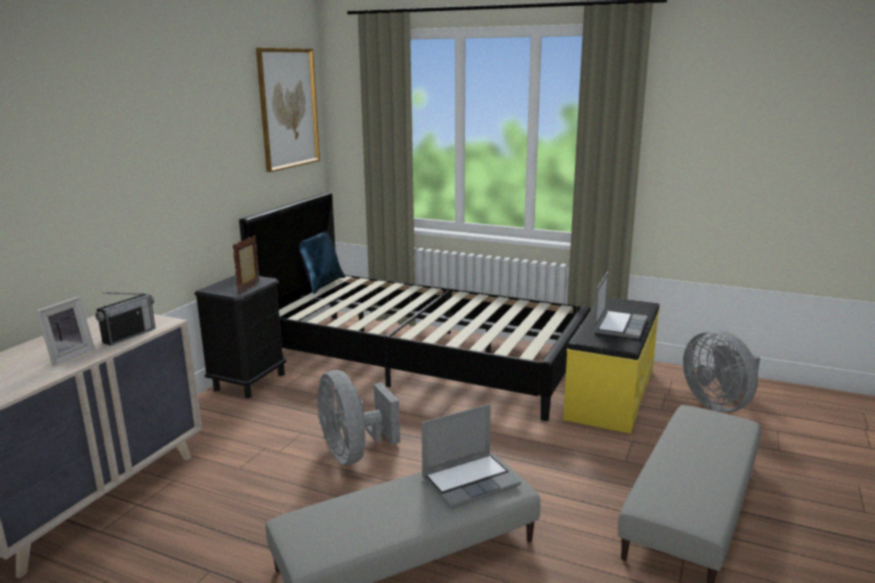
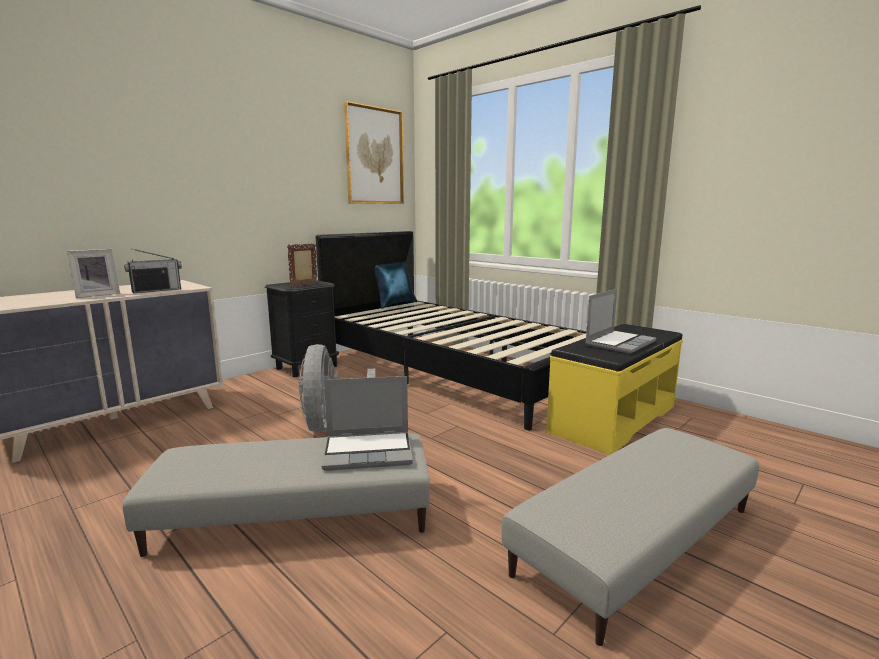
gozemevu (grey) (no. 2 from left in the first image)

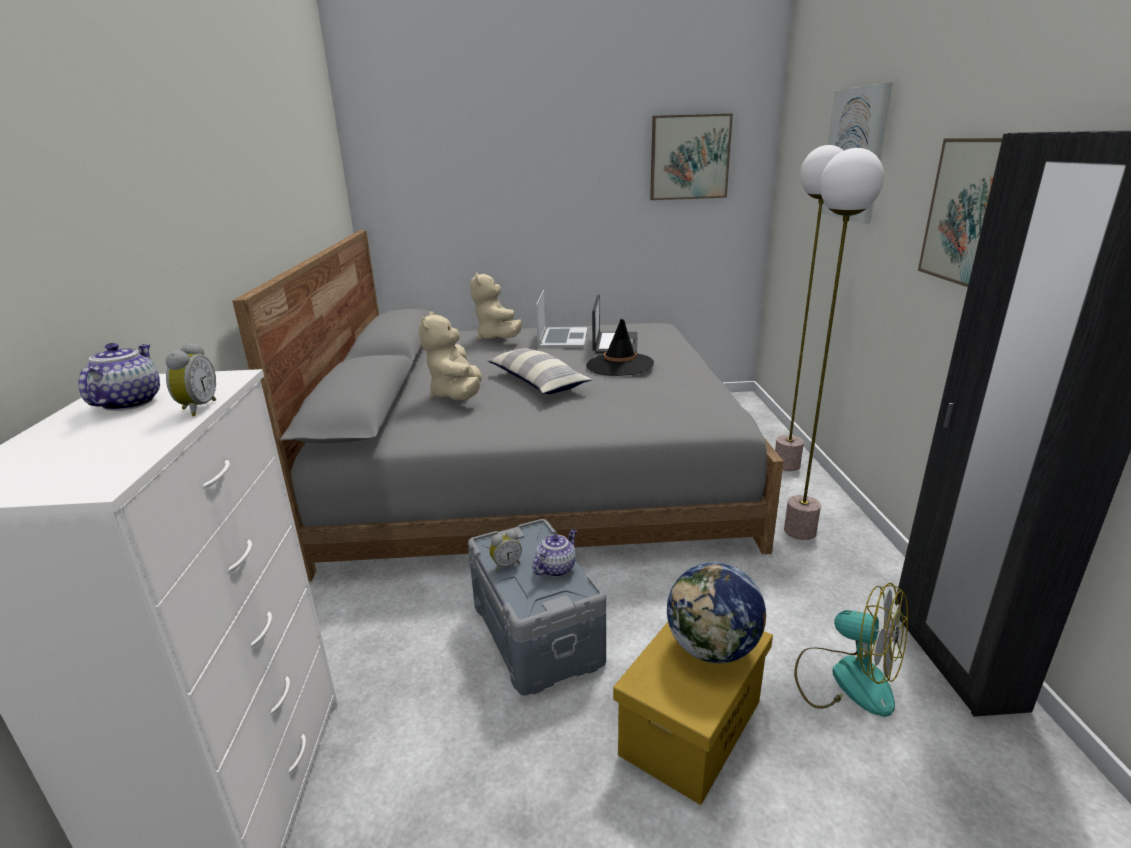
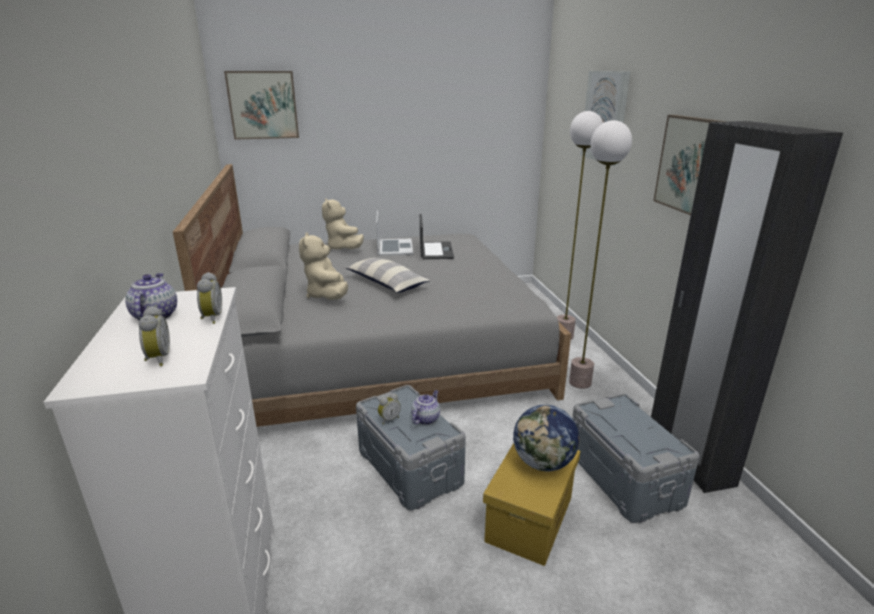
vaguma (no. 1 from left)
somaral (no. 1 from left)
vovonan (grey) (no. 2 from left)
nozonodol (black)

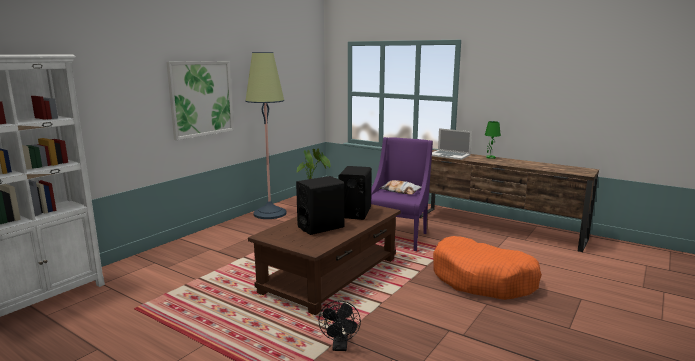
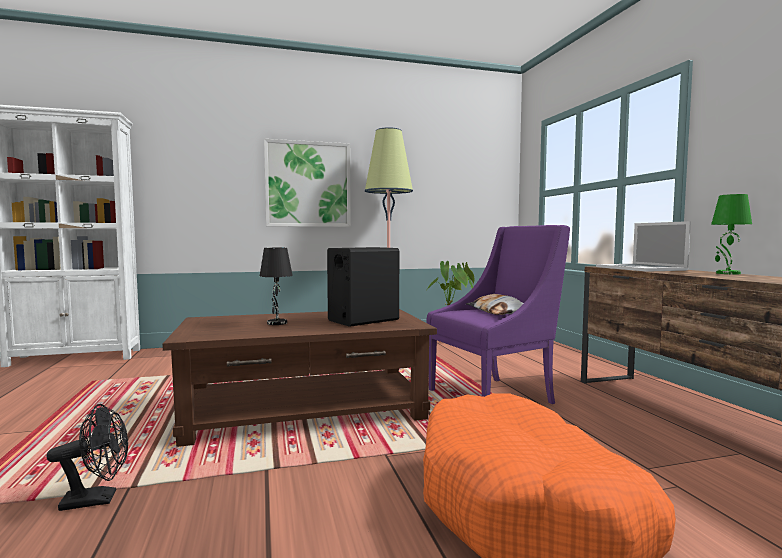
gozemevu (black)
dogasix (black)

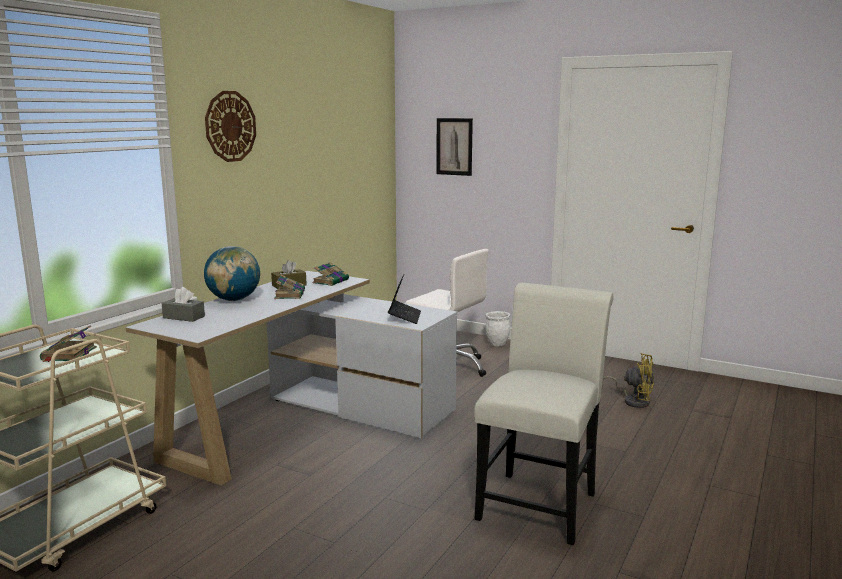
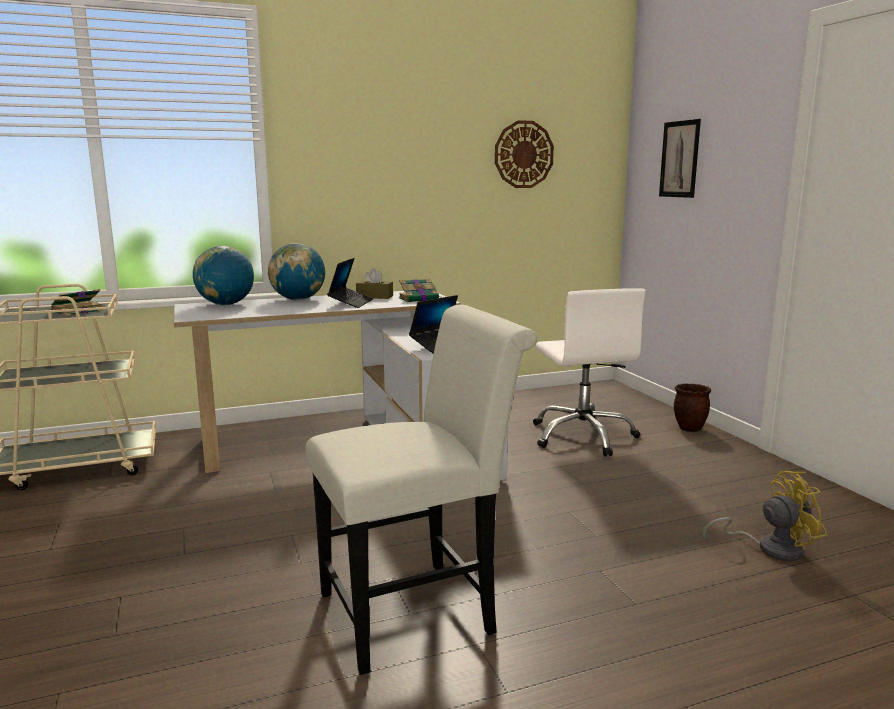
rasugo (no. 1 from left)
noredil (no. 1 from left)
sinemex
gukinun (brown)
gozemevu (yellow)

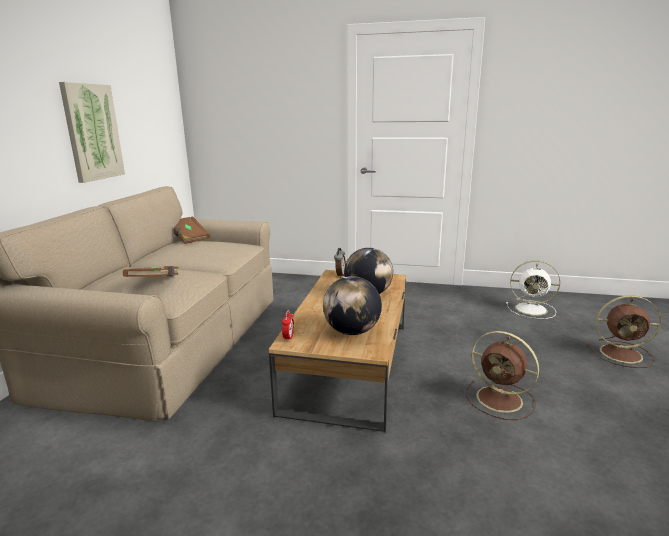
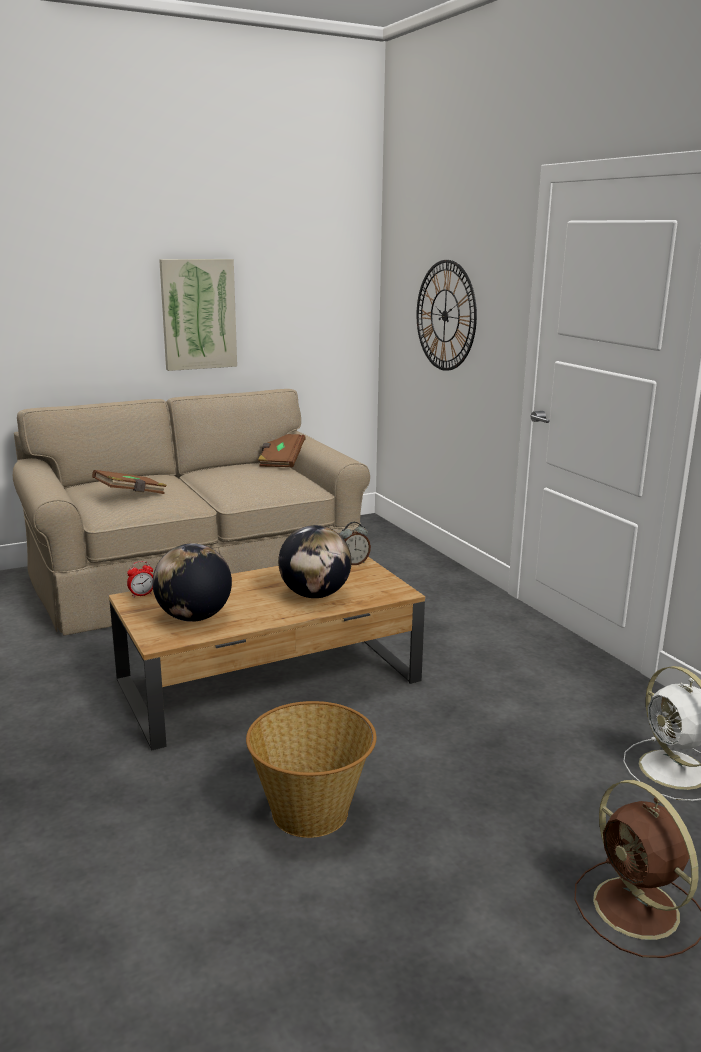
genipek
sinemex

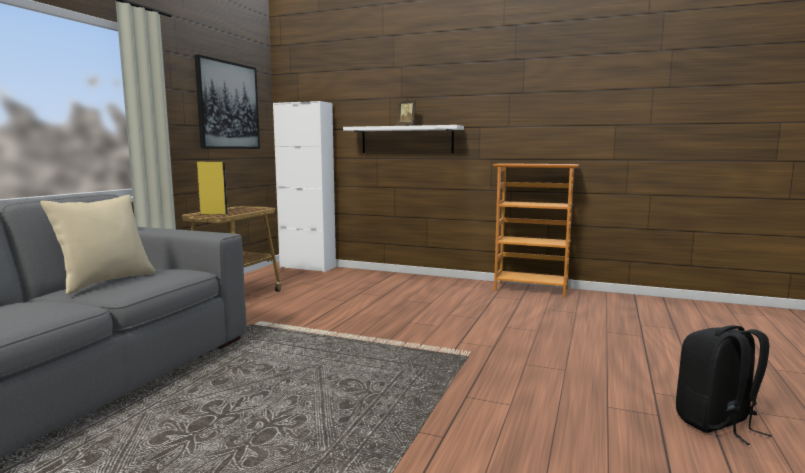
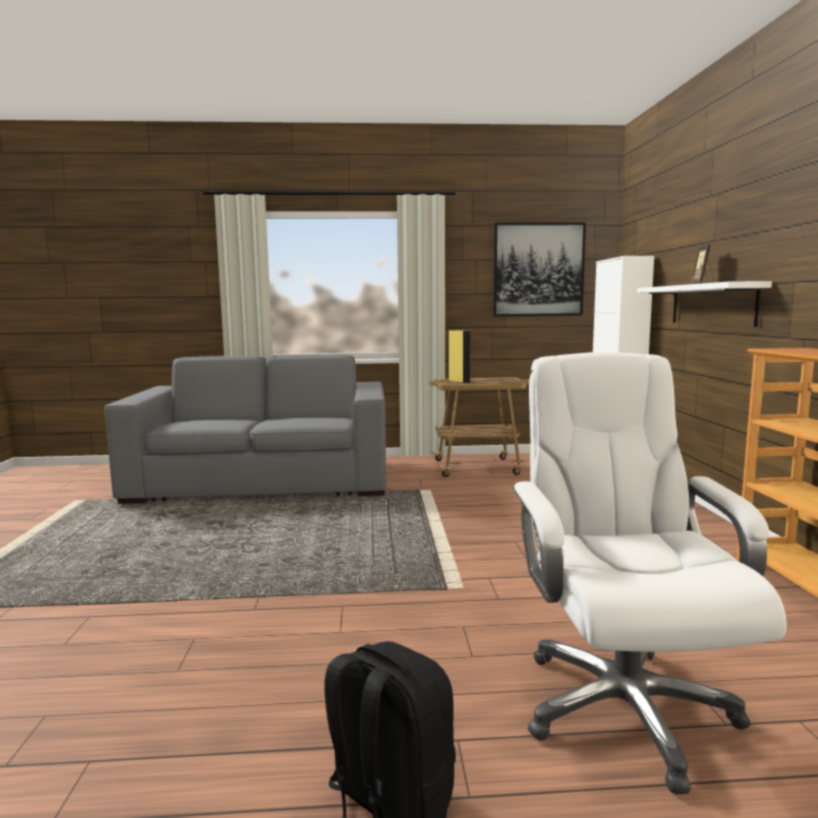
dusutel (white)
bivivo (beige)

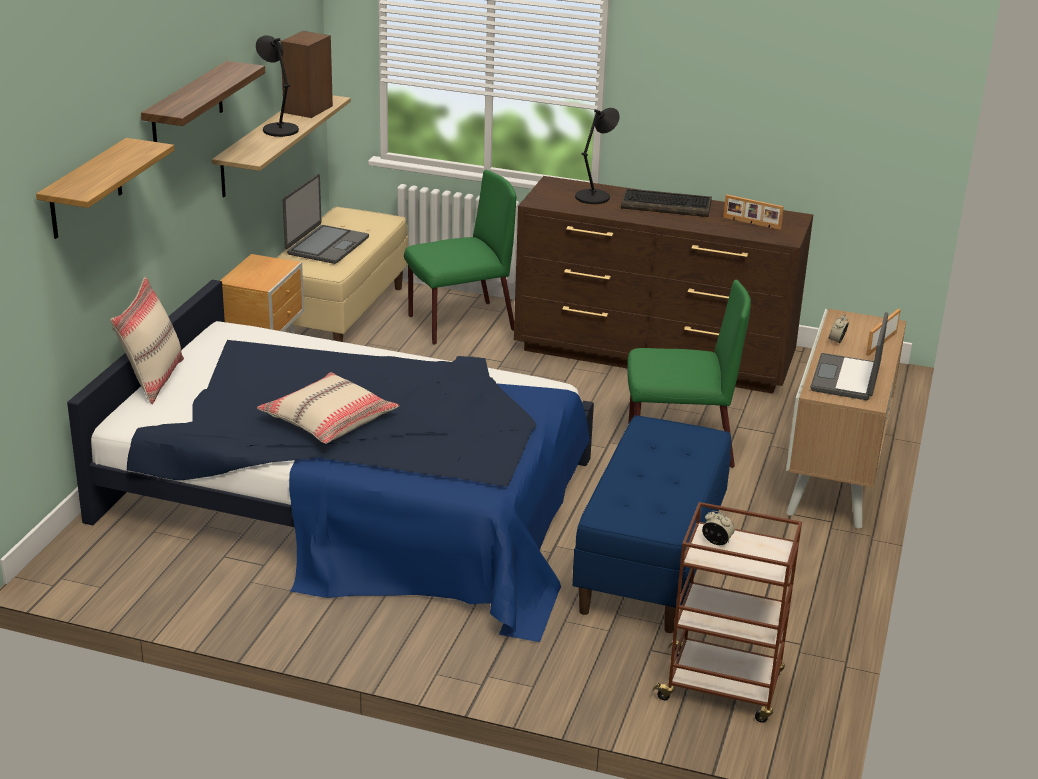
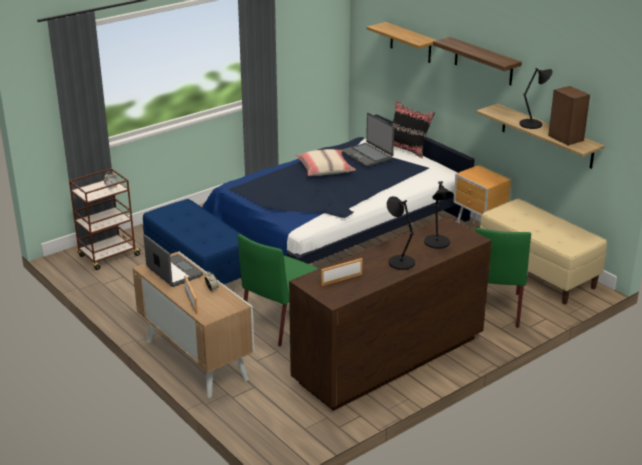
noredil (no. 2 from left)
dogasix (black) (no. 1 from left)
bivivo (black)

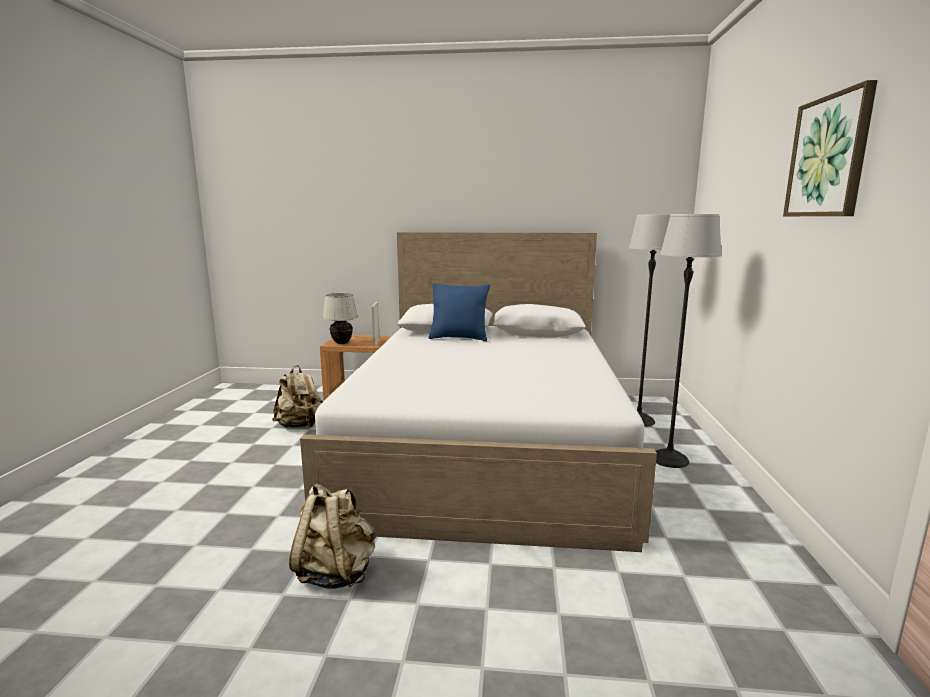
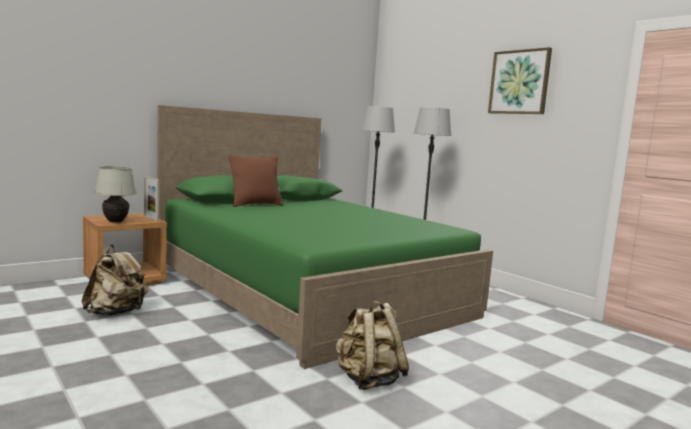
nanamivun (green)
bivivo (brown)

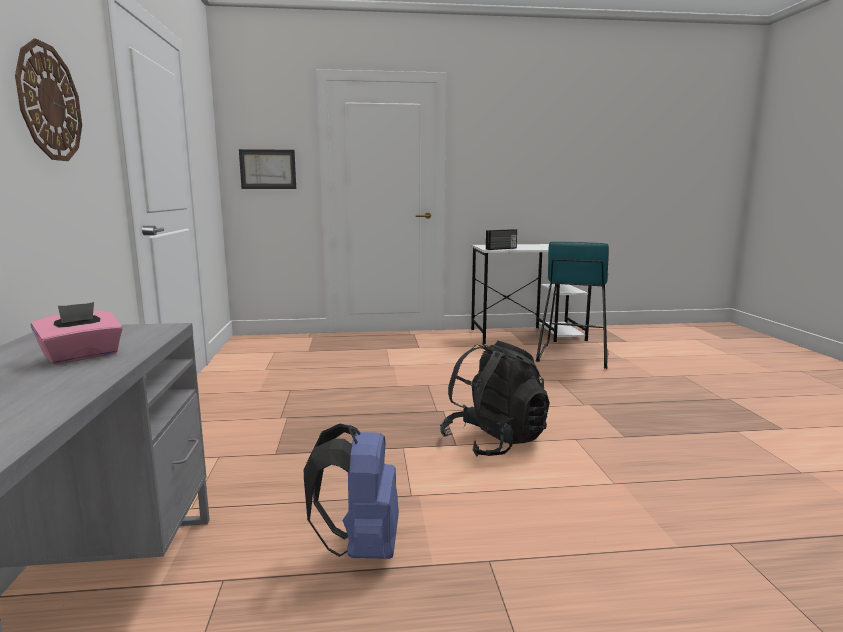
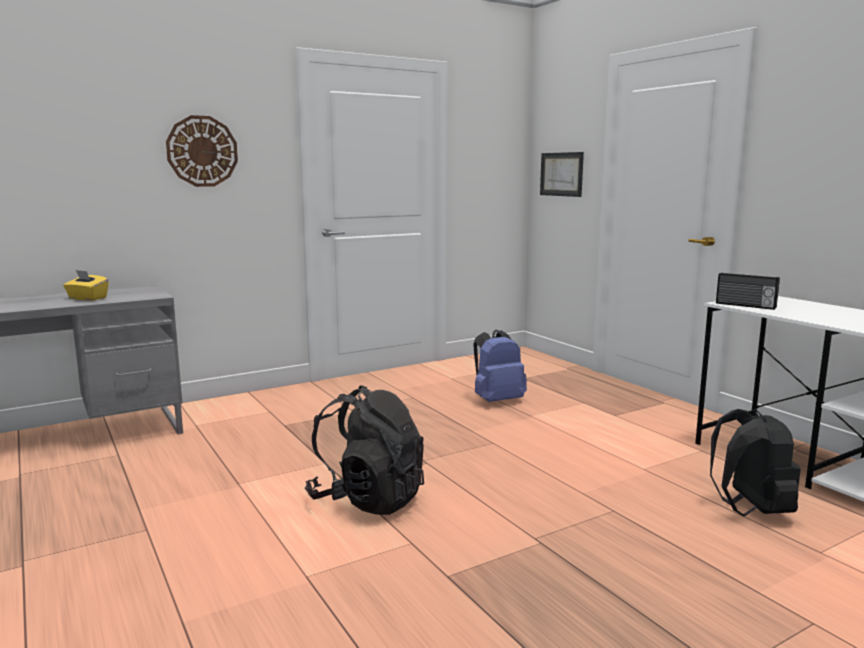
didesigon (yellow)
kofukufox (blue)
kofukufox (black) (no. 2 from left)

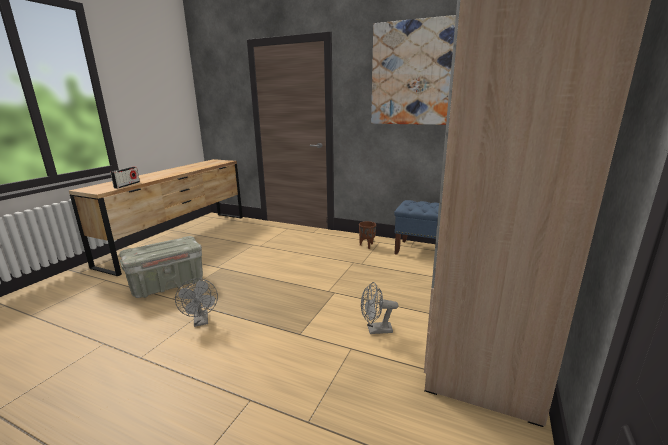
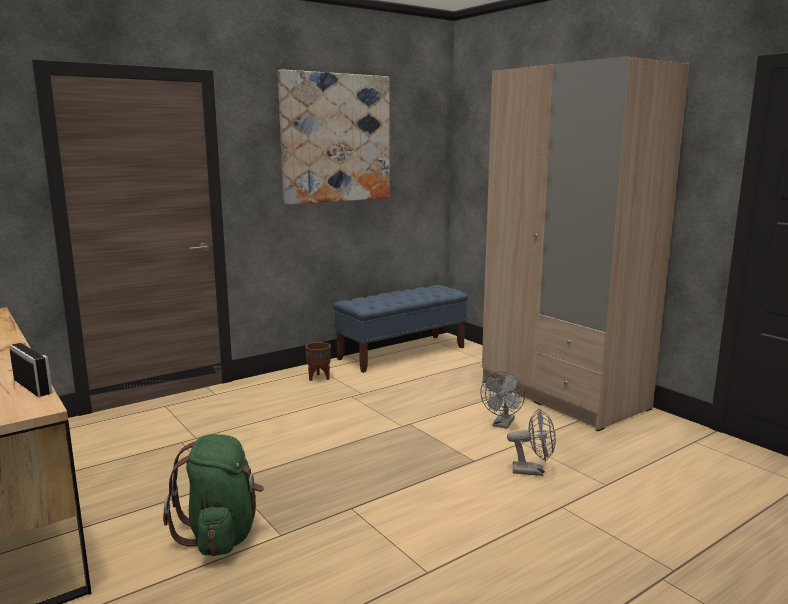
kofukufox (green)
gozemevu (grey) (no. 2 from left)

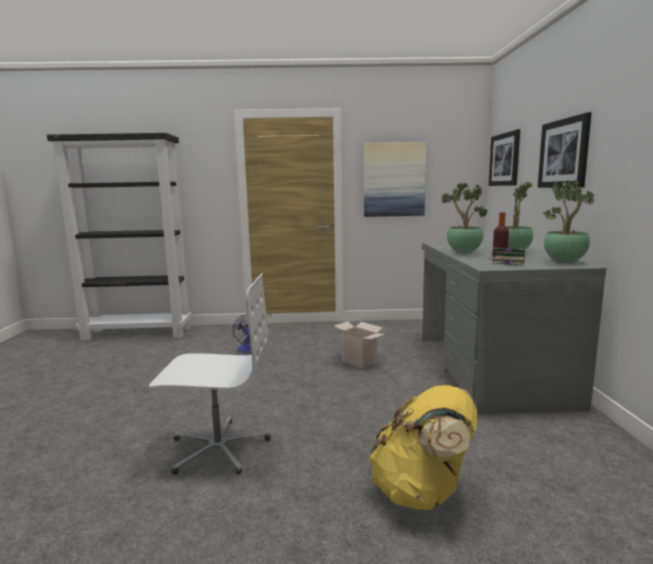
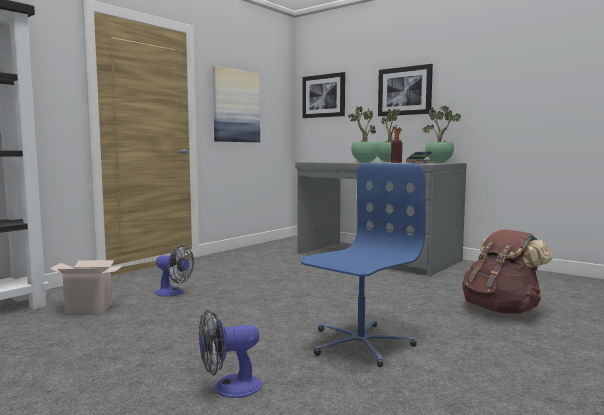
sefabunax
gozemevu (no. 2 from left)
dusutel (blue)
kofukufox (brown)

